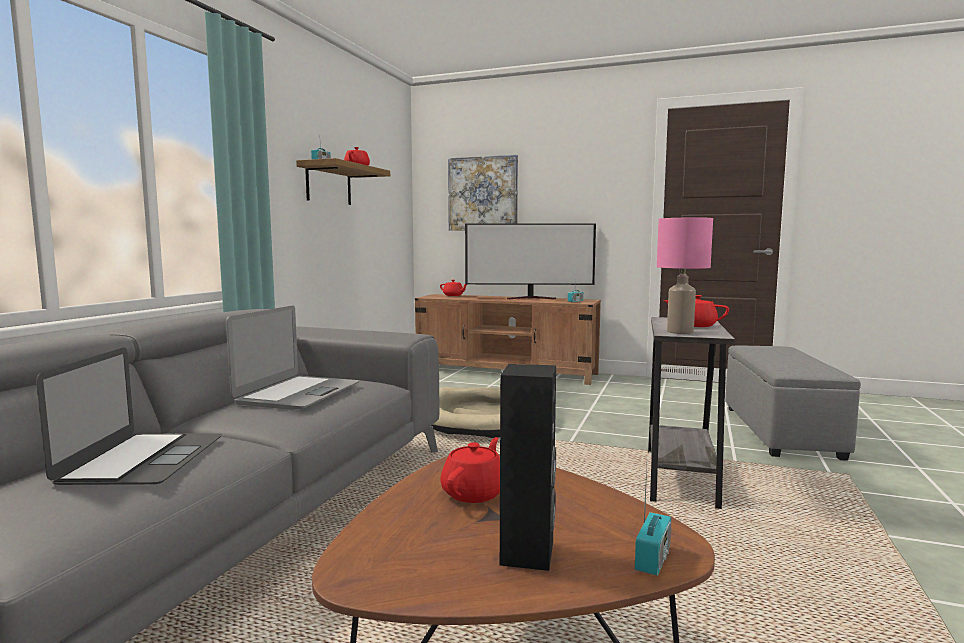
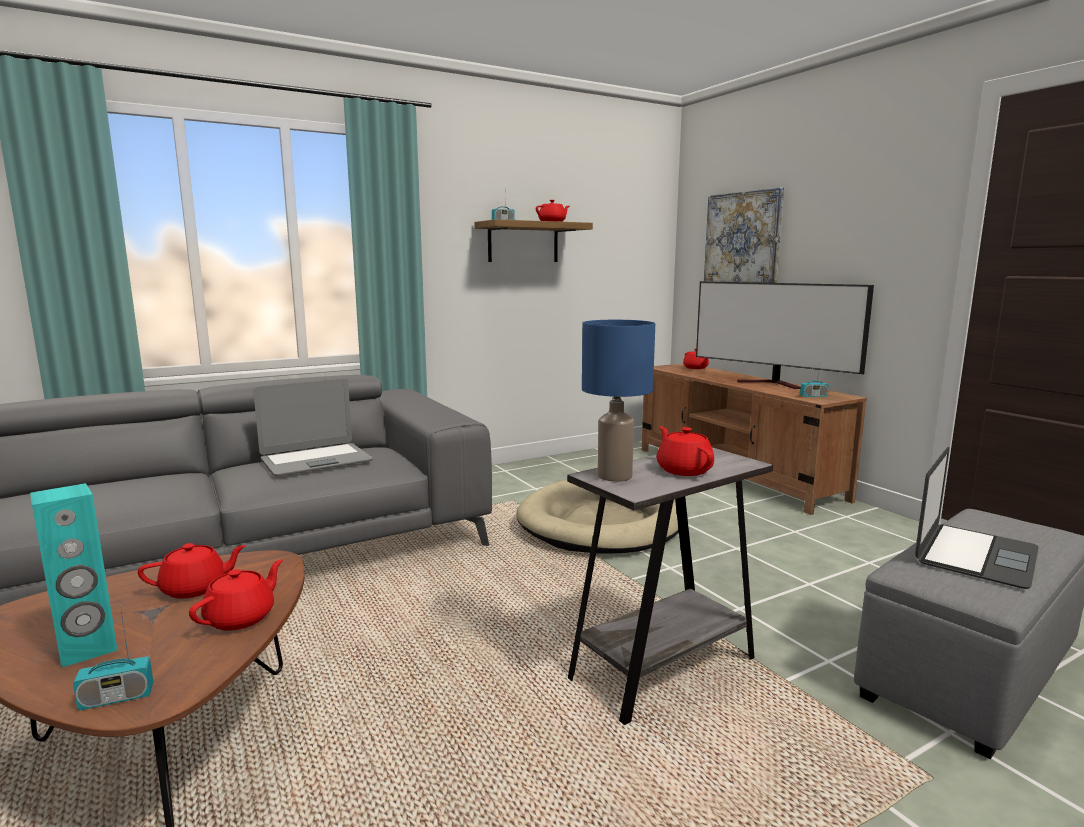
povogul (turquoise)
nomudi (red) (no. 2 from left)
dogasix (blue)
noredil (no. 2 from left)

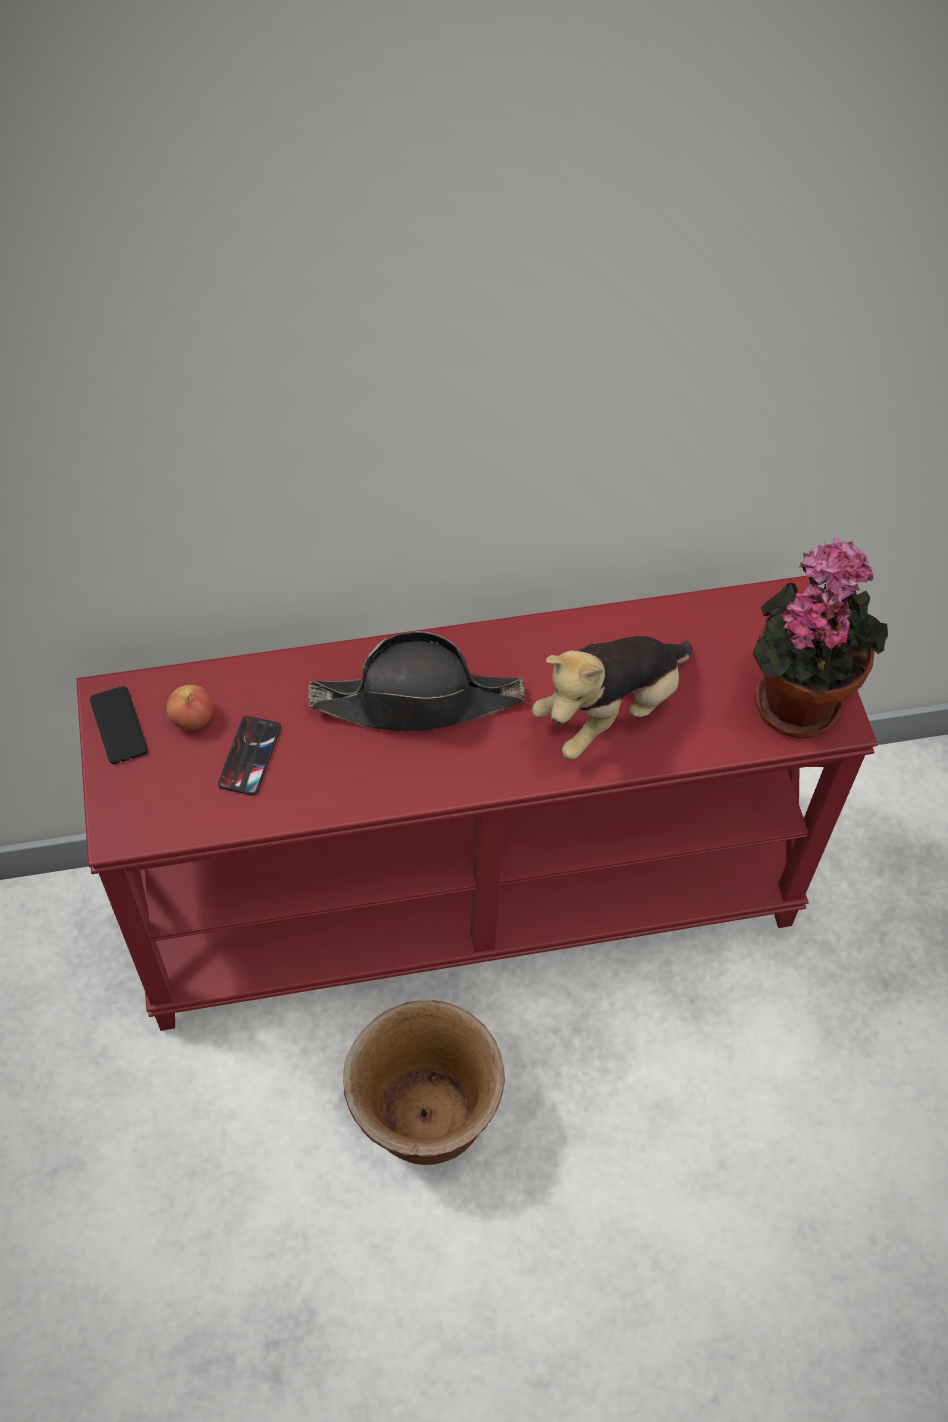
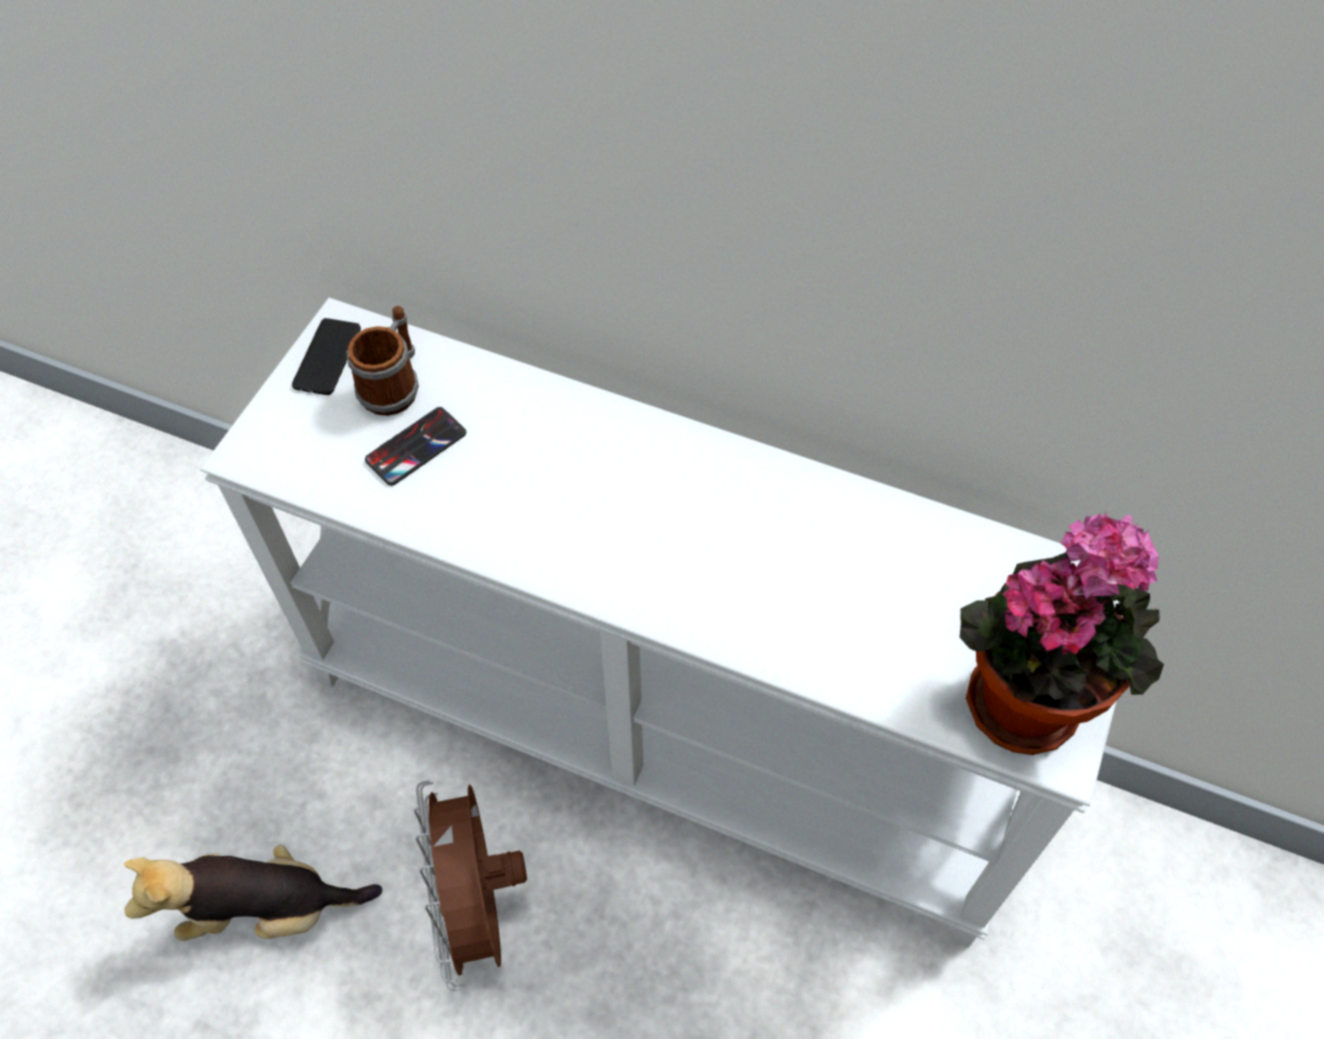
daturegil
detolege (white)
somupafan
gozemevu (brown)
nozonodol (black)

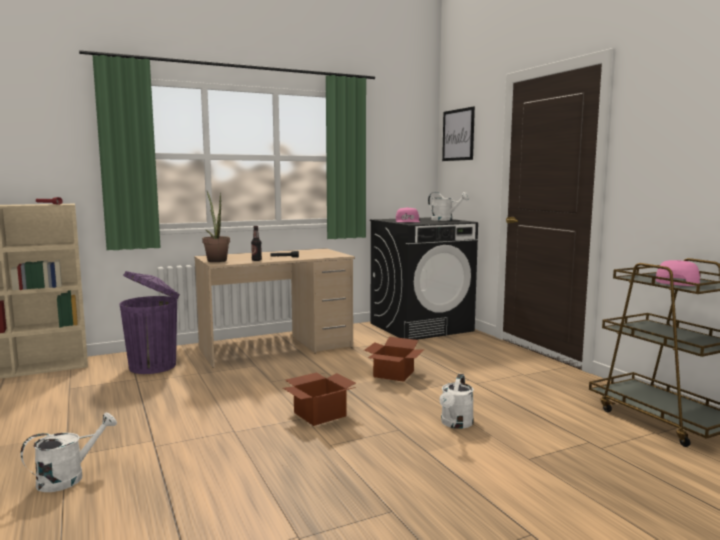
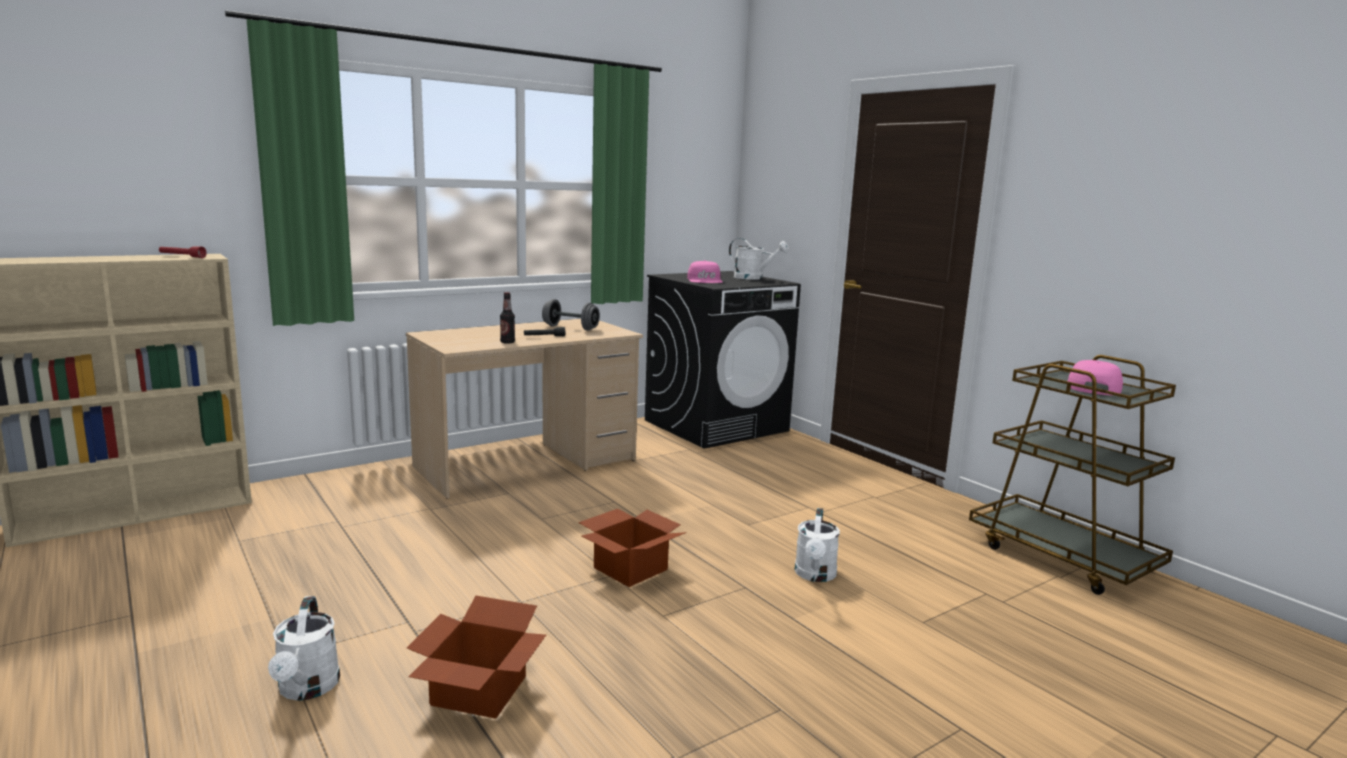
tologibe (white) (no. 1 from left)
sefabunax (no. 1 from left)
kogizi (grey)
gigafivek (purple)
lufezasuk
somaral

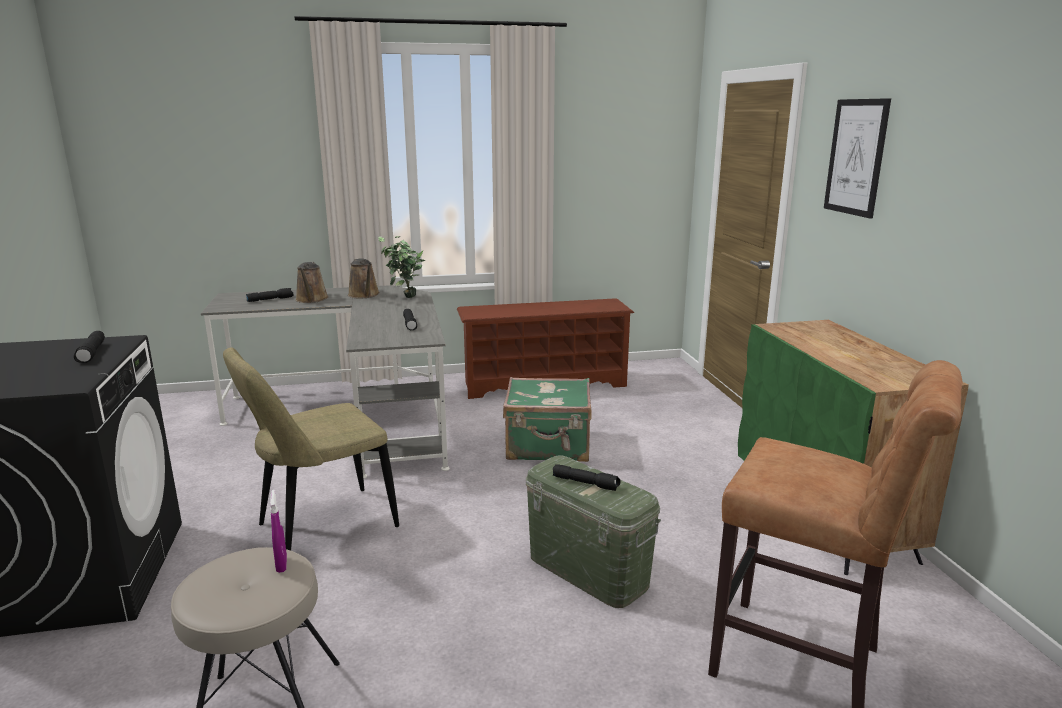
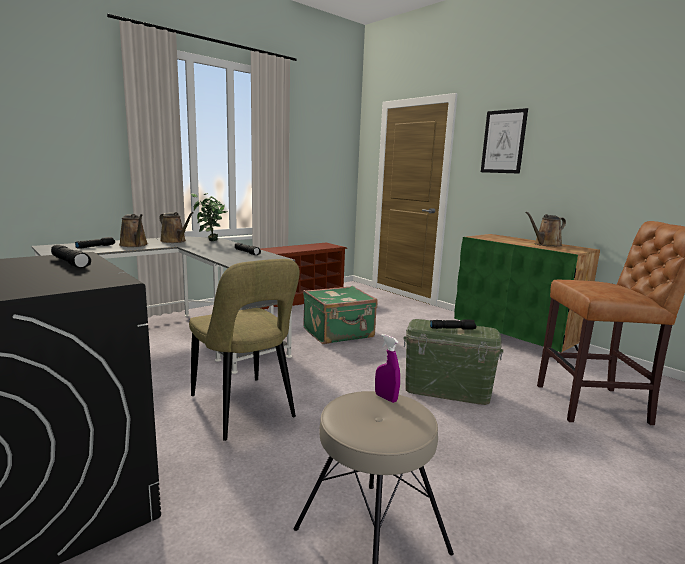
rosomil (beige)
tologibe (brown) (no. 3 from left)

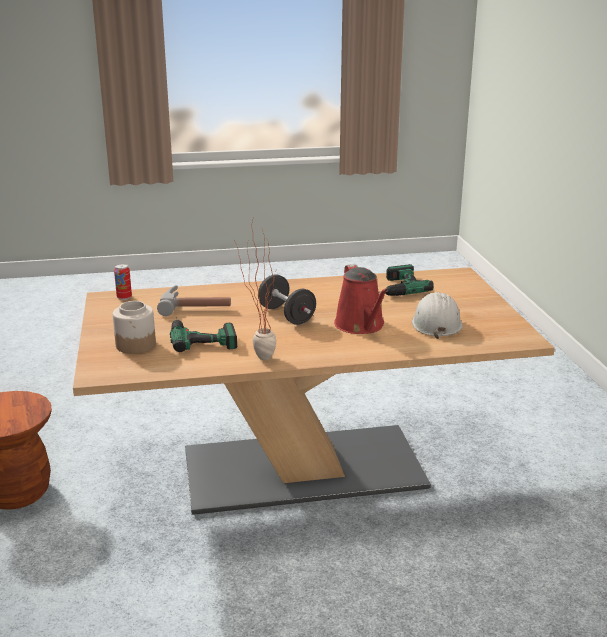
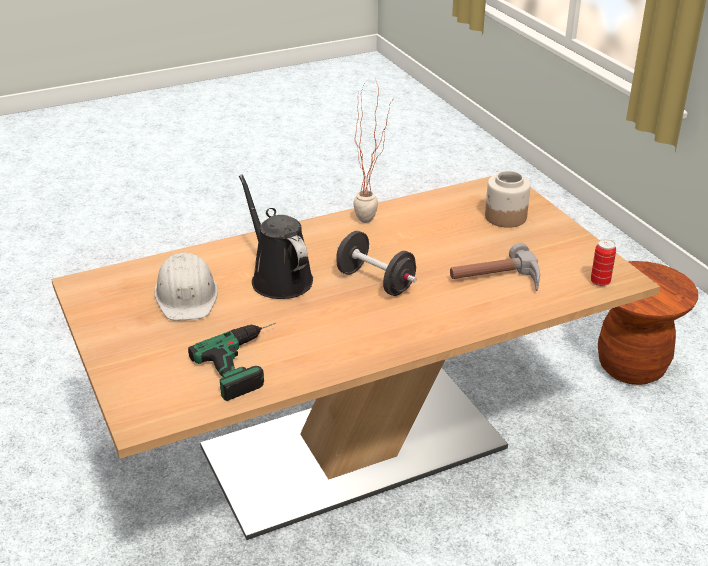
tologibe (black)
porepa (no. 1 from left in the first image)

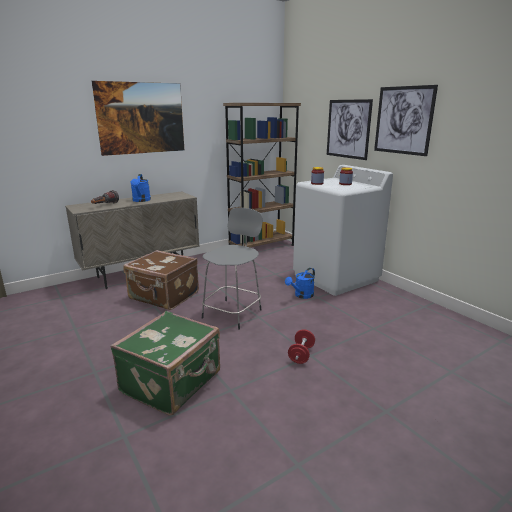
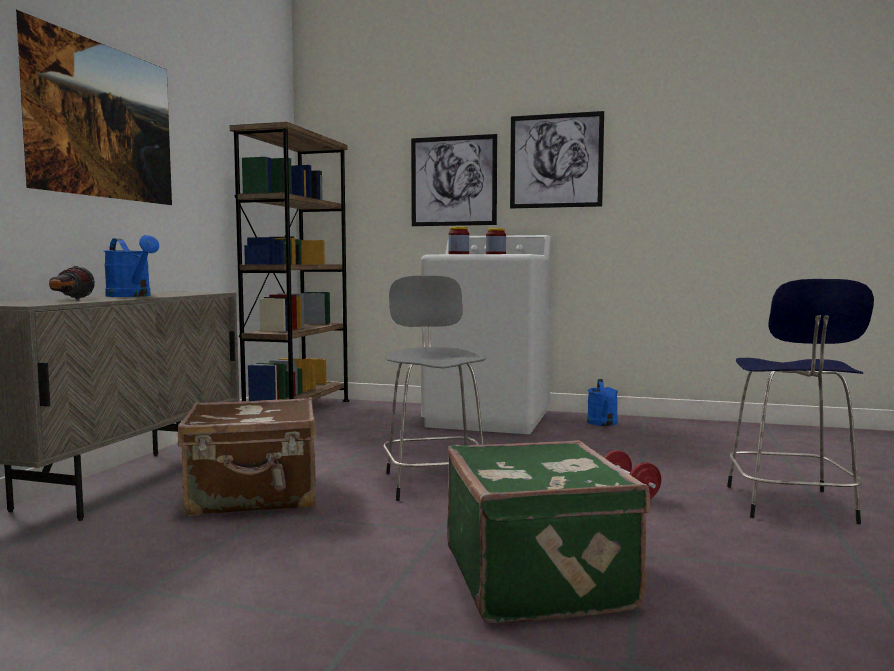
tologibe (blue) (no. 2 from left)
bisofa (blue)

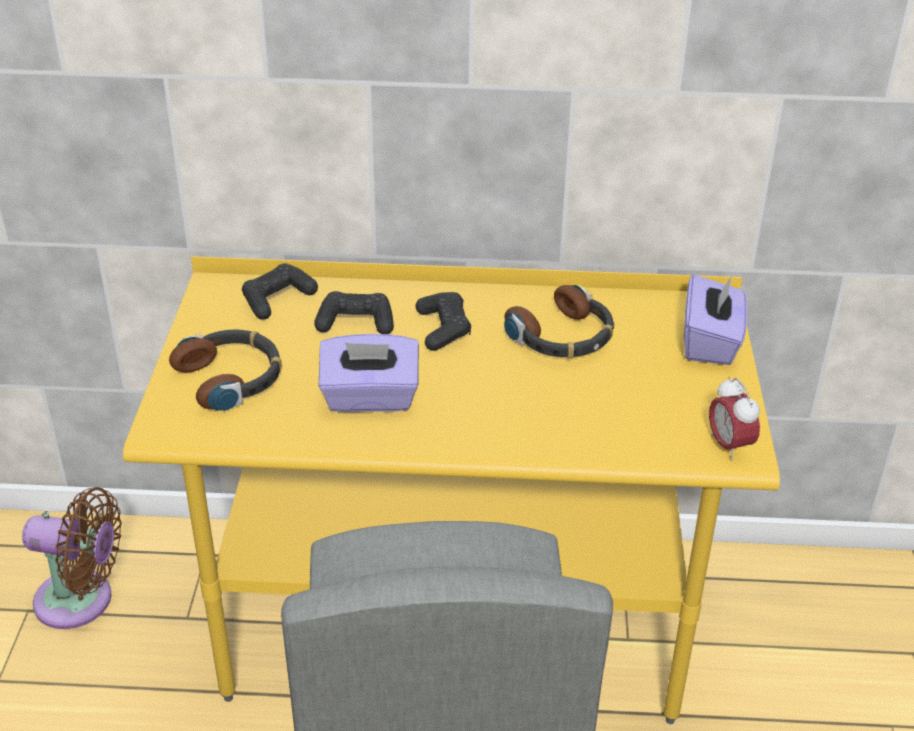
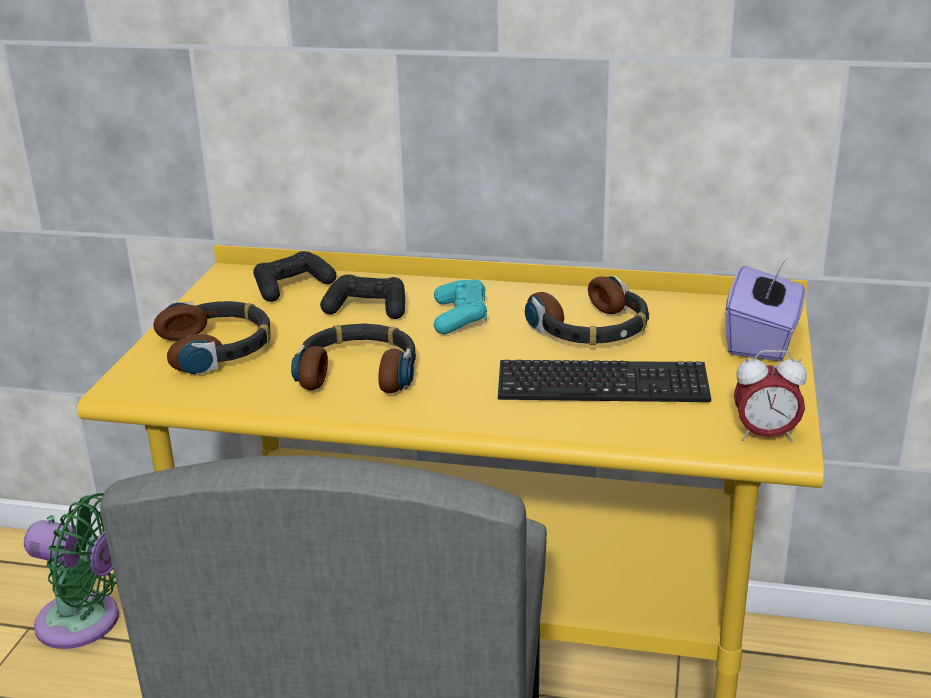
gozemevu (green)
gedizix (no. 2 from left)
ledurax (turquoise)
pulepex
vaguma

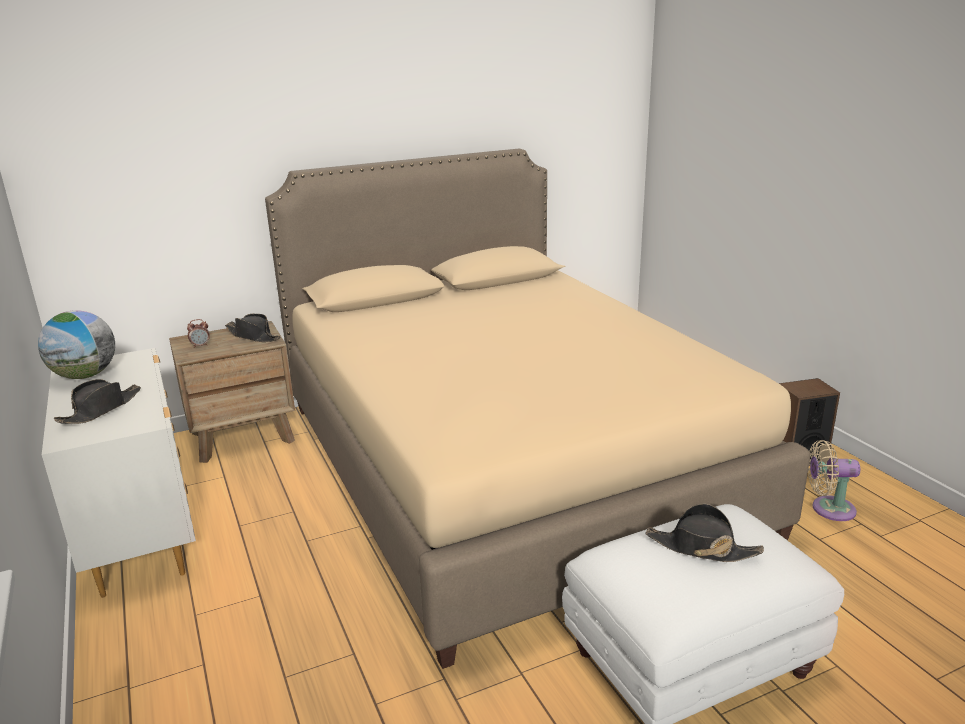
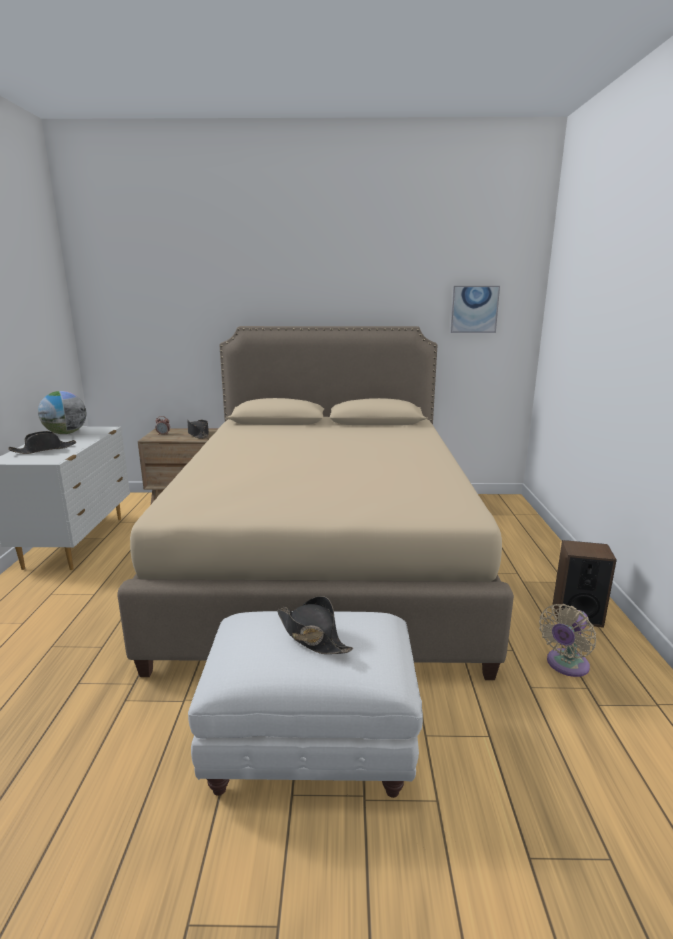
somaral
gozemevu (beige)

